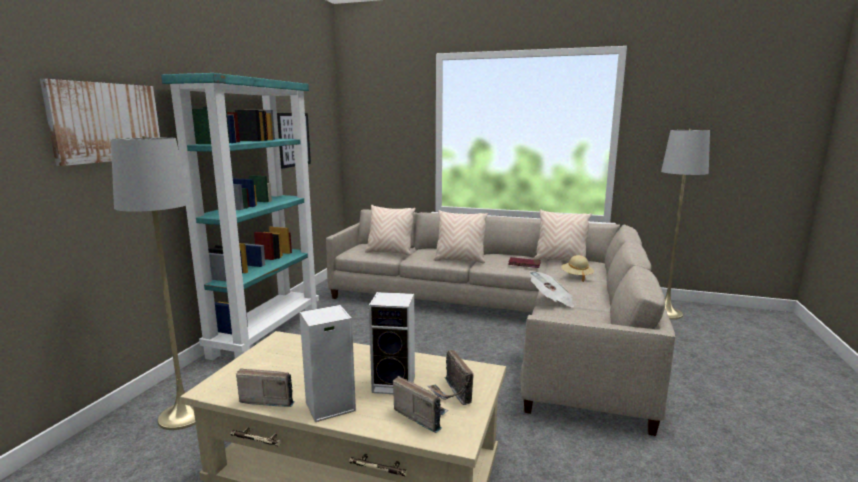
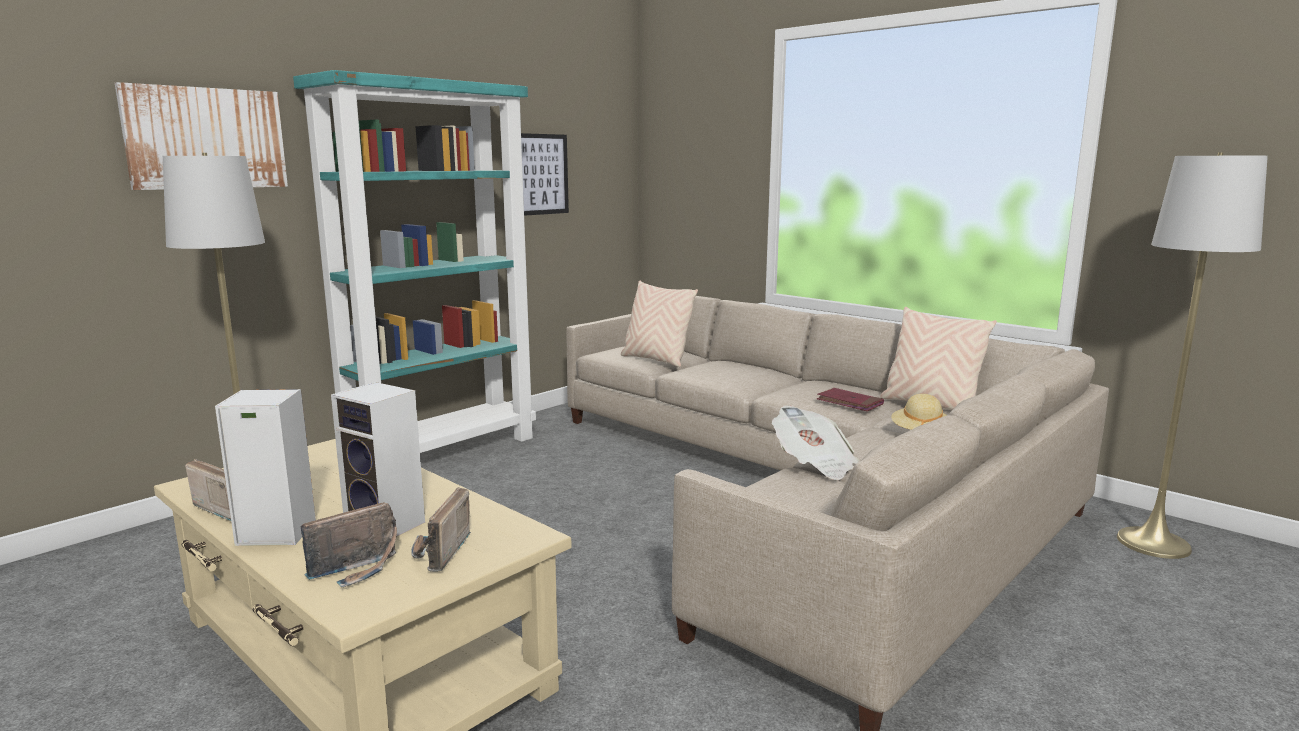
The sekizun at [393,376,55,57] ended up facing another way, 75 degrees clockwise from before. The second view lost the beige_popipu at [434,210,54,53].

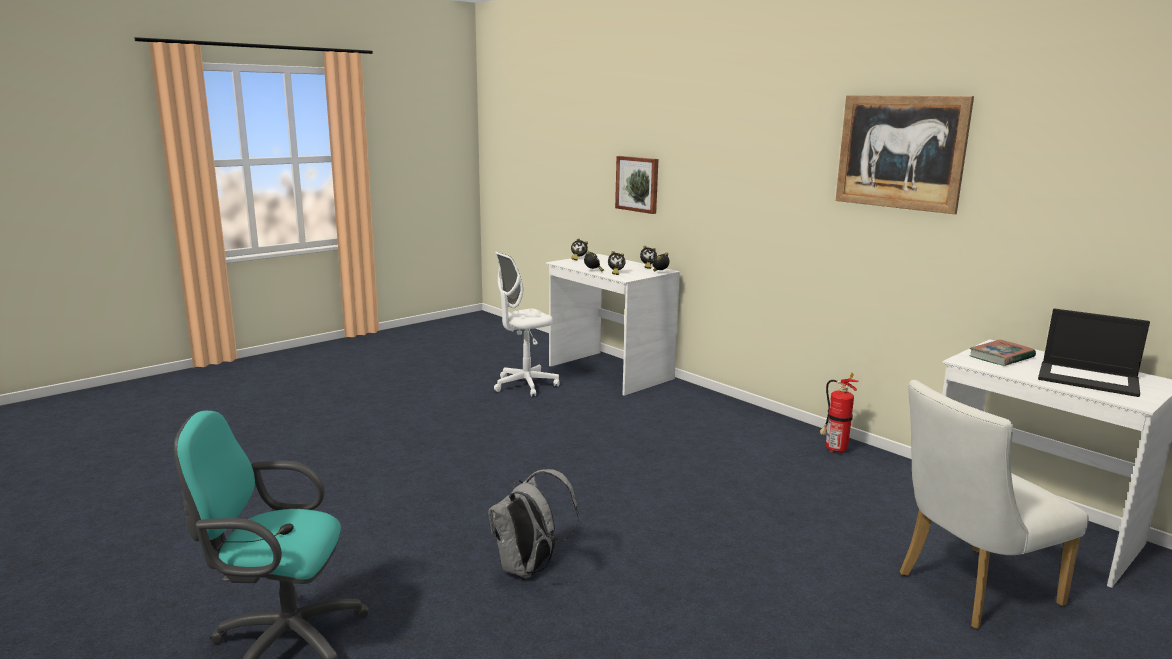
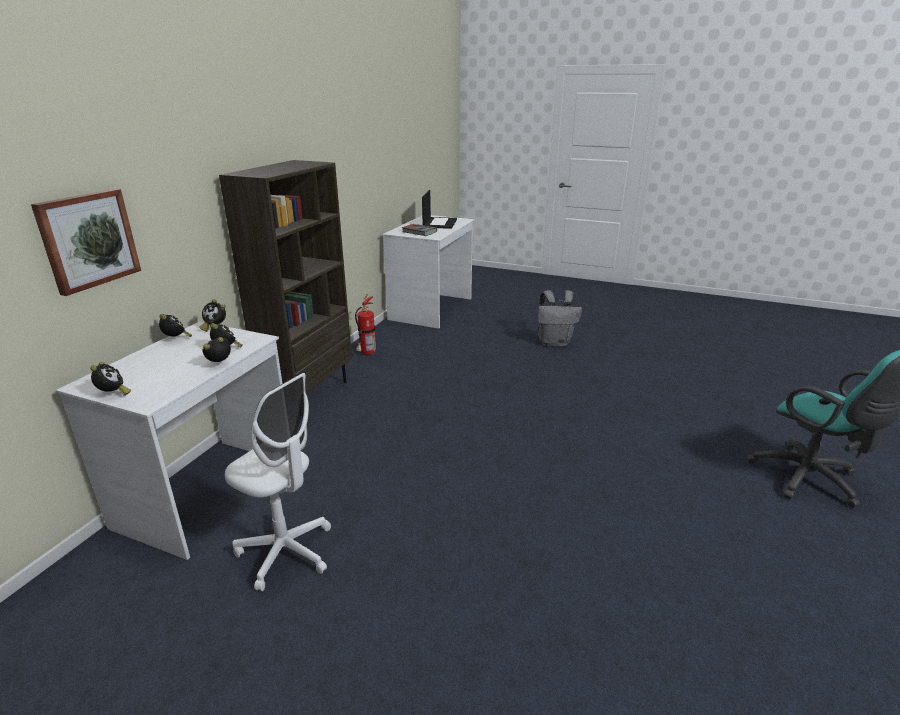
The second view gained the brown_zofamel at [219,160,133,234]. The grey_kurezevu ended up elsewhere, having gone from [488,469,91,109] to [538,290,44,57]. The second view lost the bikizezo at [835,95,139,119]. The second view lost the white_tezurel at [900,380,189,249].

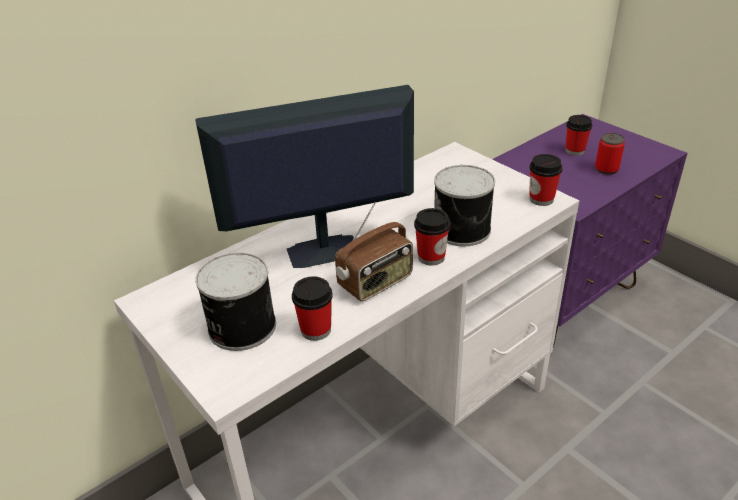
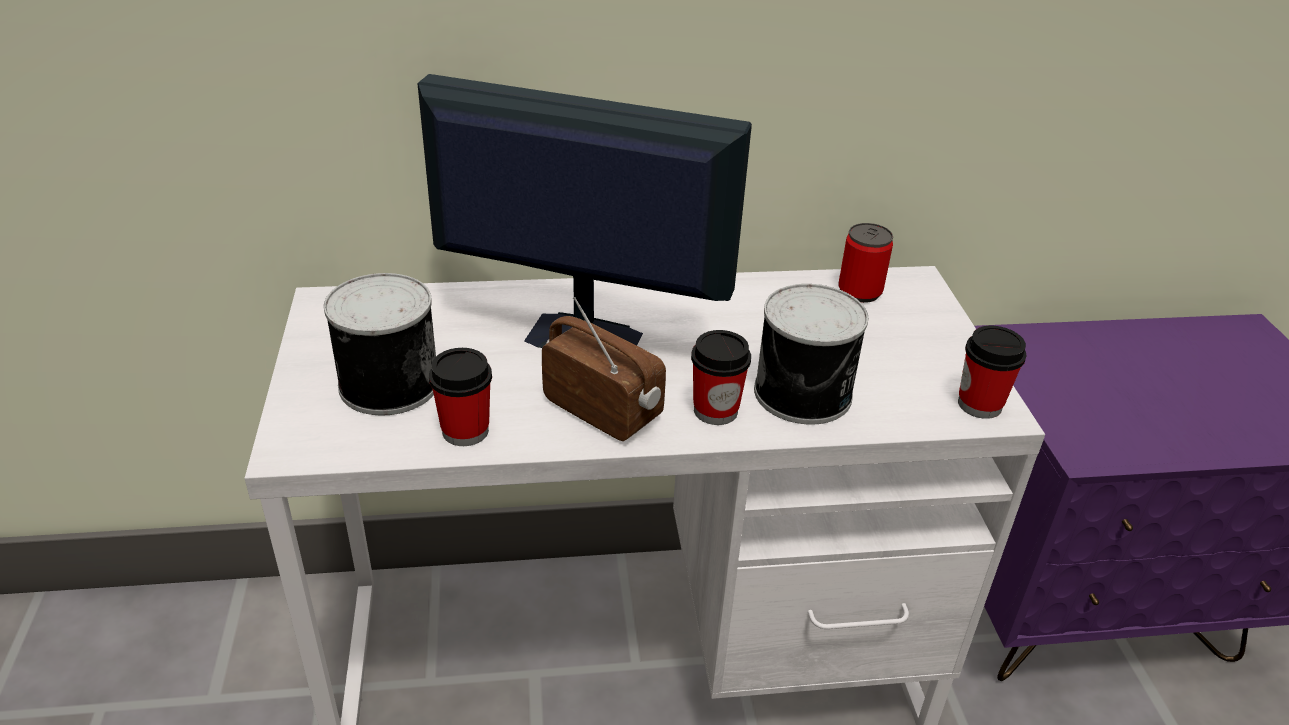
The sekizun at [335,202,78,100] ended up facing another way, 135 degrees counterclockwise from before. The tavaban ended up elsewhere, having gone from [595,133,30,42] to [839,223,54,80]. The second view lost the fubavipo at [565,115,27,41].

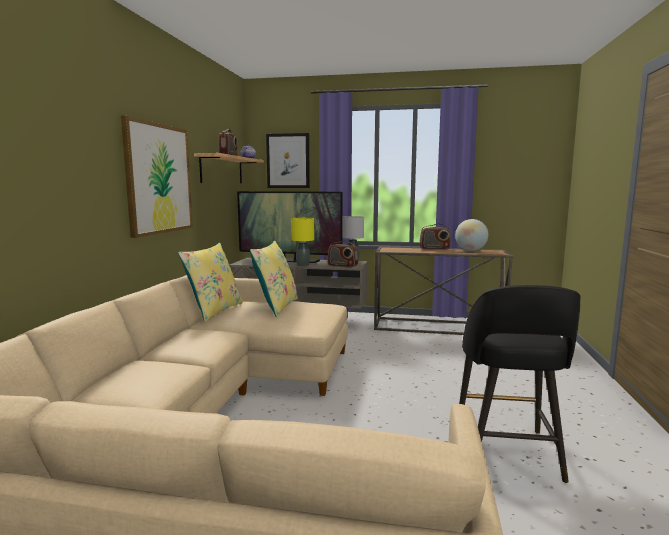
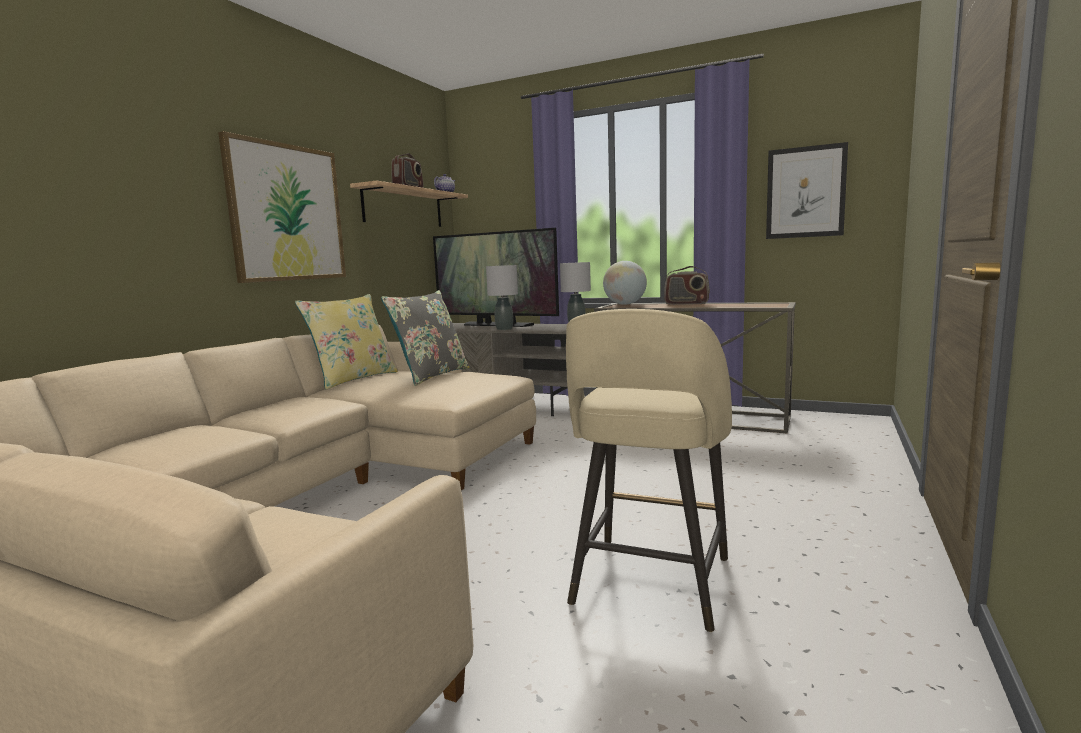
What was the yellow_popipu at [250,241,48,76] turned into the grey_popipu at [381,290,88,96]. What was the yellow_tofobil at [291,218,23,49] turned into the grey_tofobil at [486,265,32,65]. What was the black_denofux at [459,285,122,198] turned into the beige_denofux at [566,309,166,323]. The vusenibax ended up elsewhere, having gone from [455,219,33,32] to [603,261,44,44]. The bikizezo ended up elsewhere, having gone from [266,133,44,55] to [766,142,82,97]. The second view lost the sekizun at [327,240,31,28].

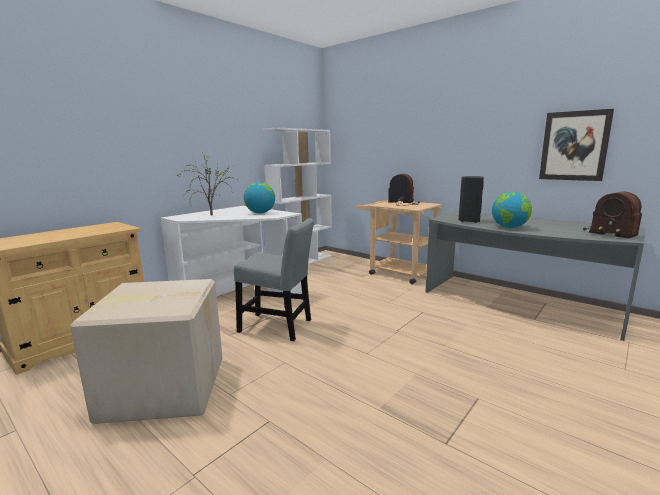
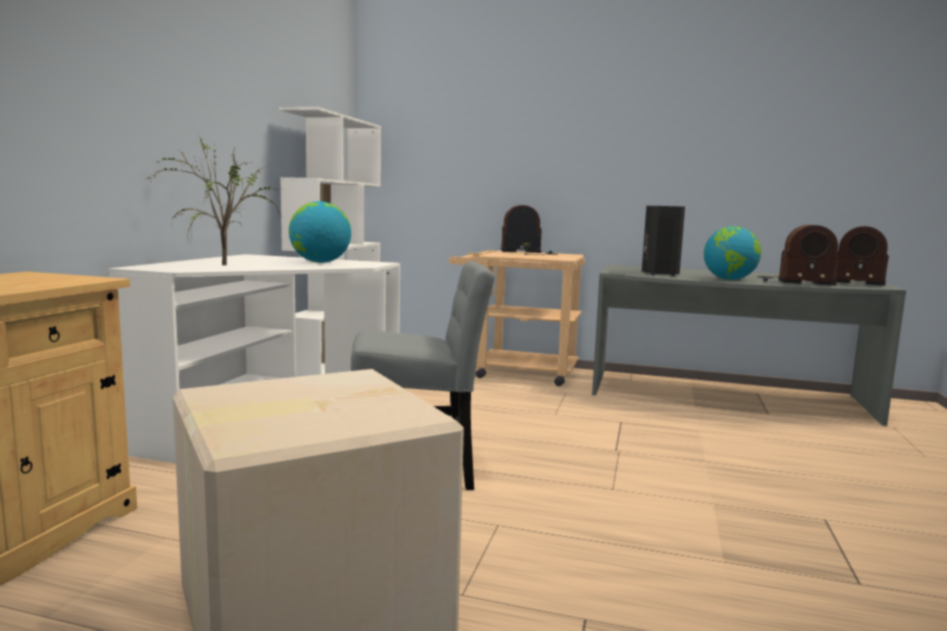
The second view gained the sekizun at [757,225,82,61]. The second view lost the bikizezo at [539,109,75,72].

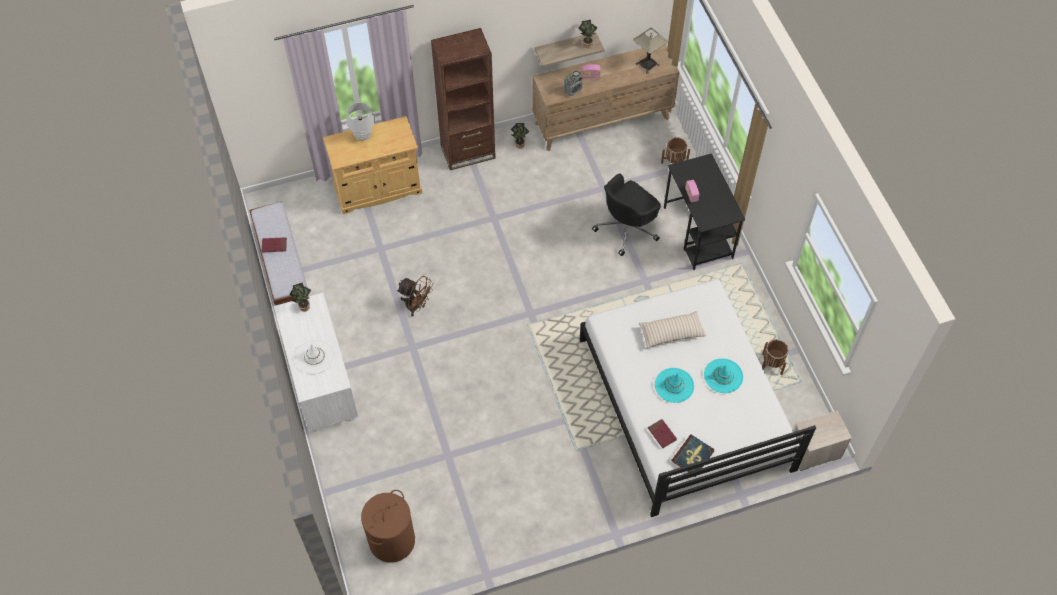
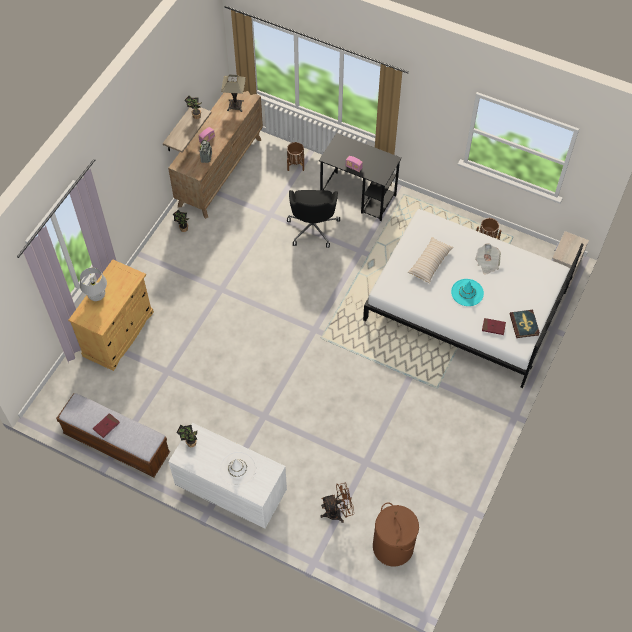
The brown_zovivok ended up elsewhere, having gone from [397,276,37,41] to [320,483,34,40]. Where the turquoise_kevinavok stood at [704,358,39,35], the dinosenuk came to stand at [475,243,26,32]. The second view lost the brown_zofamel at [431,28,65,142].

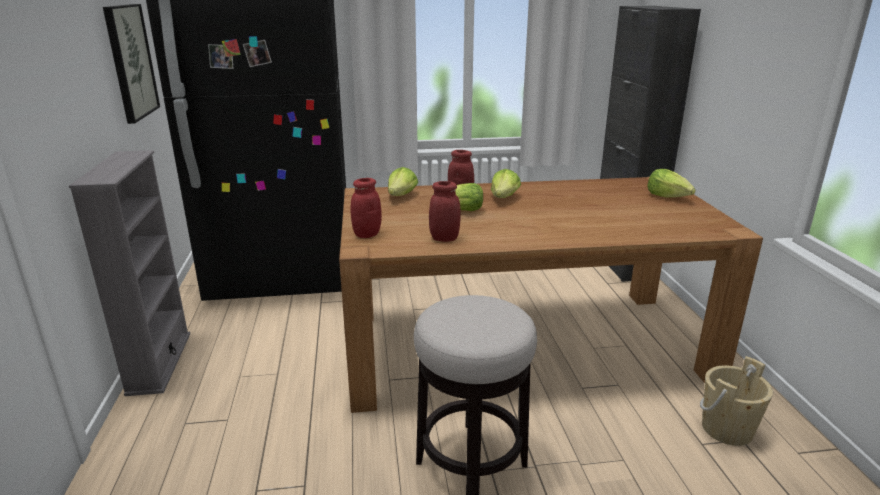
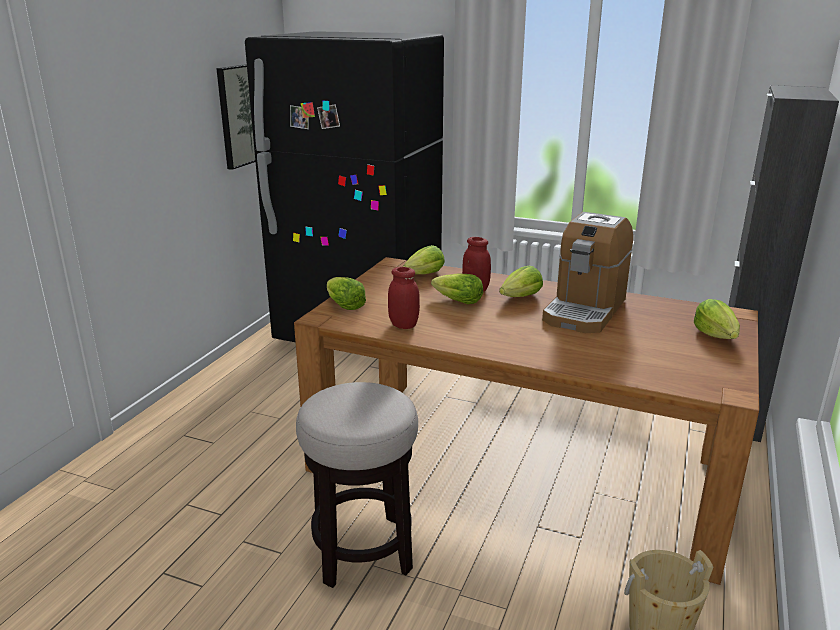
Where the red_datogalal stood at [350,178,32,60], the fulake came to stand at [327,277,39,33]. The second view gained the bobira at [542,212,91,121]. The second view lost the grey_zofamel at [69,150,121,246].

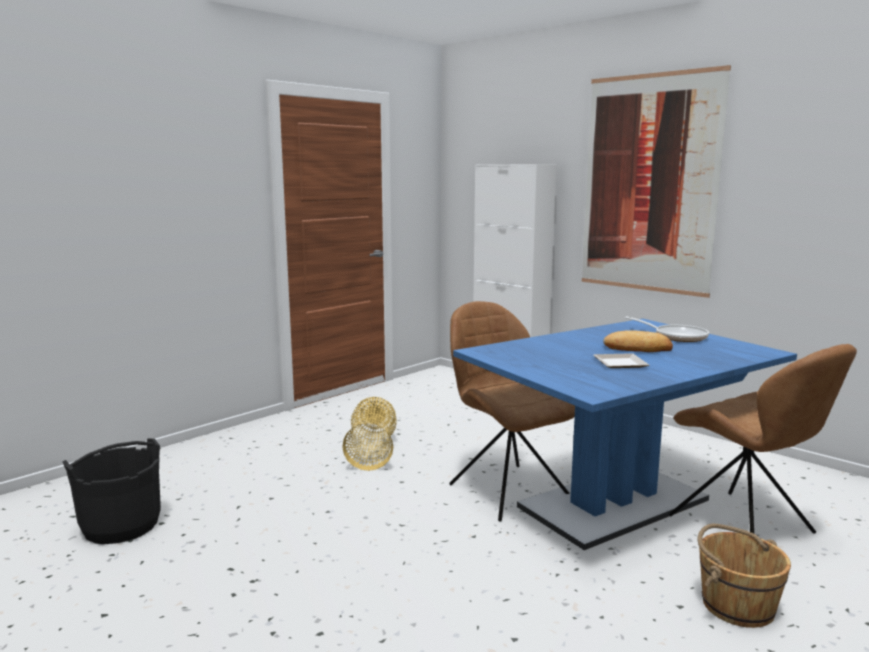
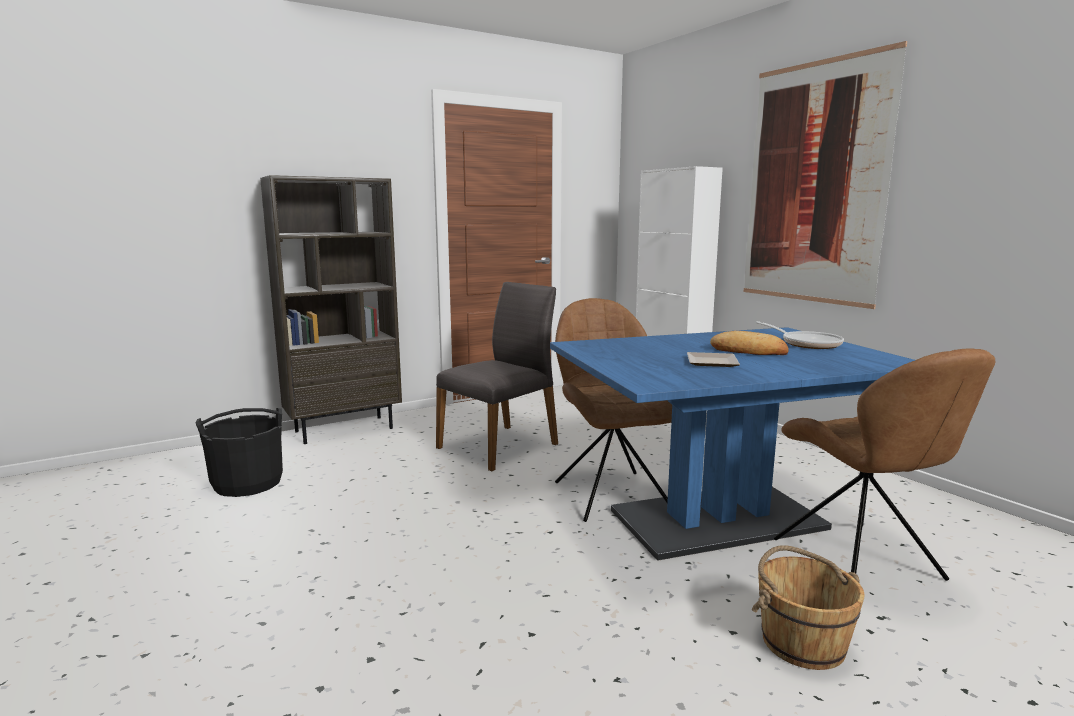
The second view gained the brown_zofamel at [260,175,142,269]. Where the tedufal stood at [342,397,55,74], the grey_tezurel came to stand at [436,282,122,190].

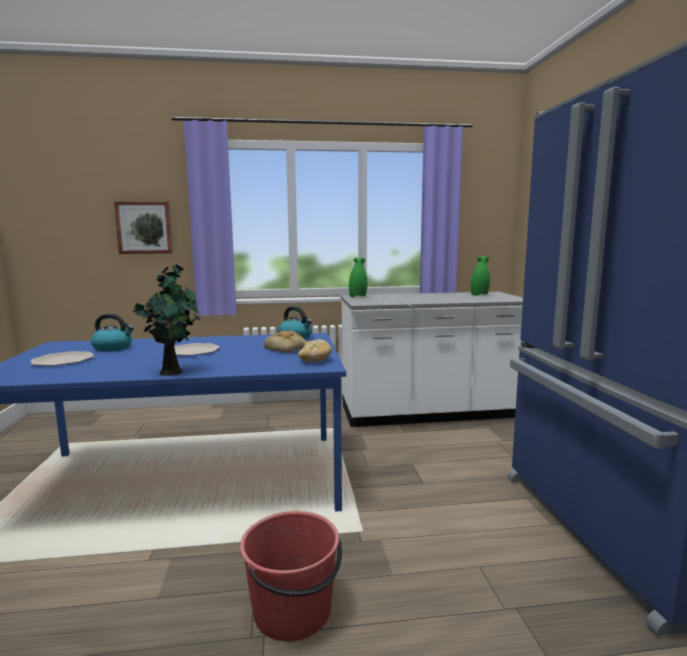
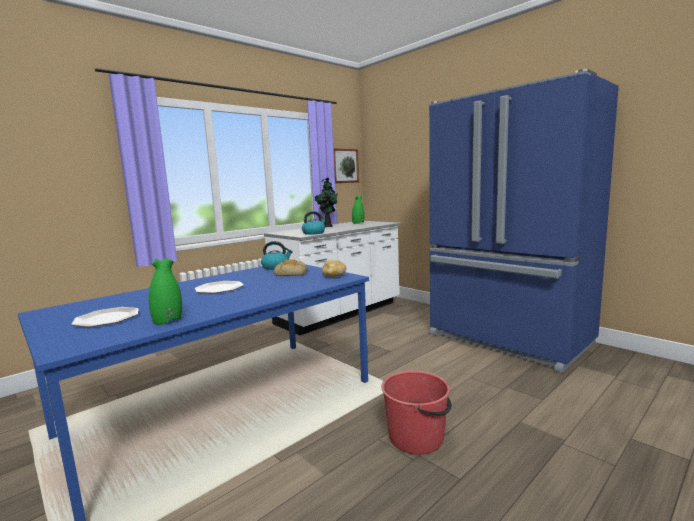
The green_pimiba ended up elsewhere, having gone from [349,257,18,40] to [149,258,33,67]. The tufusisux ended up elsewhere, having gone from [91,313,43,38] to [302,211,24,24]. The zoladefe ended up elsewhere, having gone from [132,264,70,112] to [314,178,24,49]. The bikizezo ended up elsewhere, having gone from [114,202,59,52] to [334,148,25,35].

